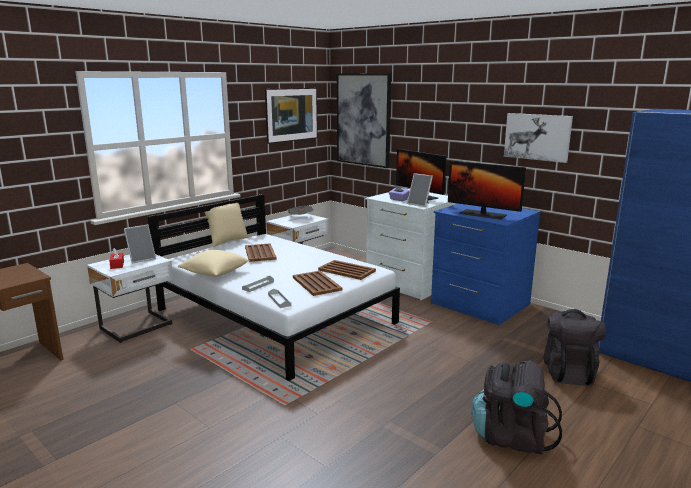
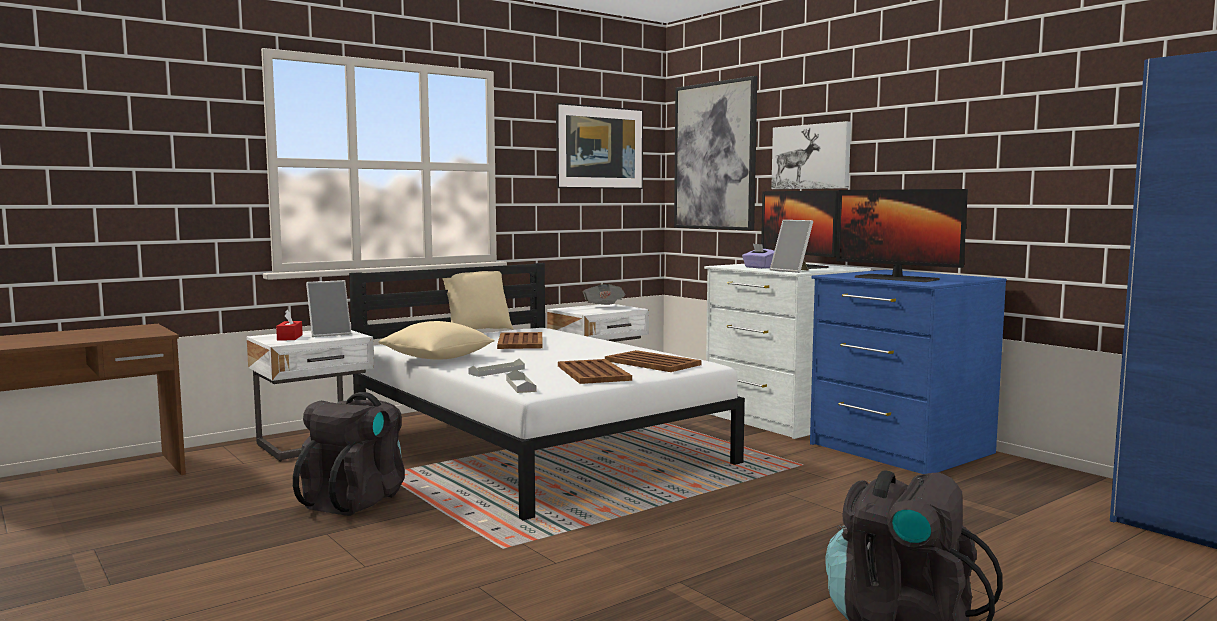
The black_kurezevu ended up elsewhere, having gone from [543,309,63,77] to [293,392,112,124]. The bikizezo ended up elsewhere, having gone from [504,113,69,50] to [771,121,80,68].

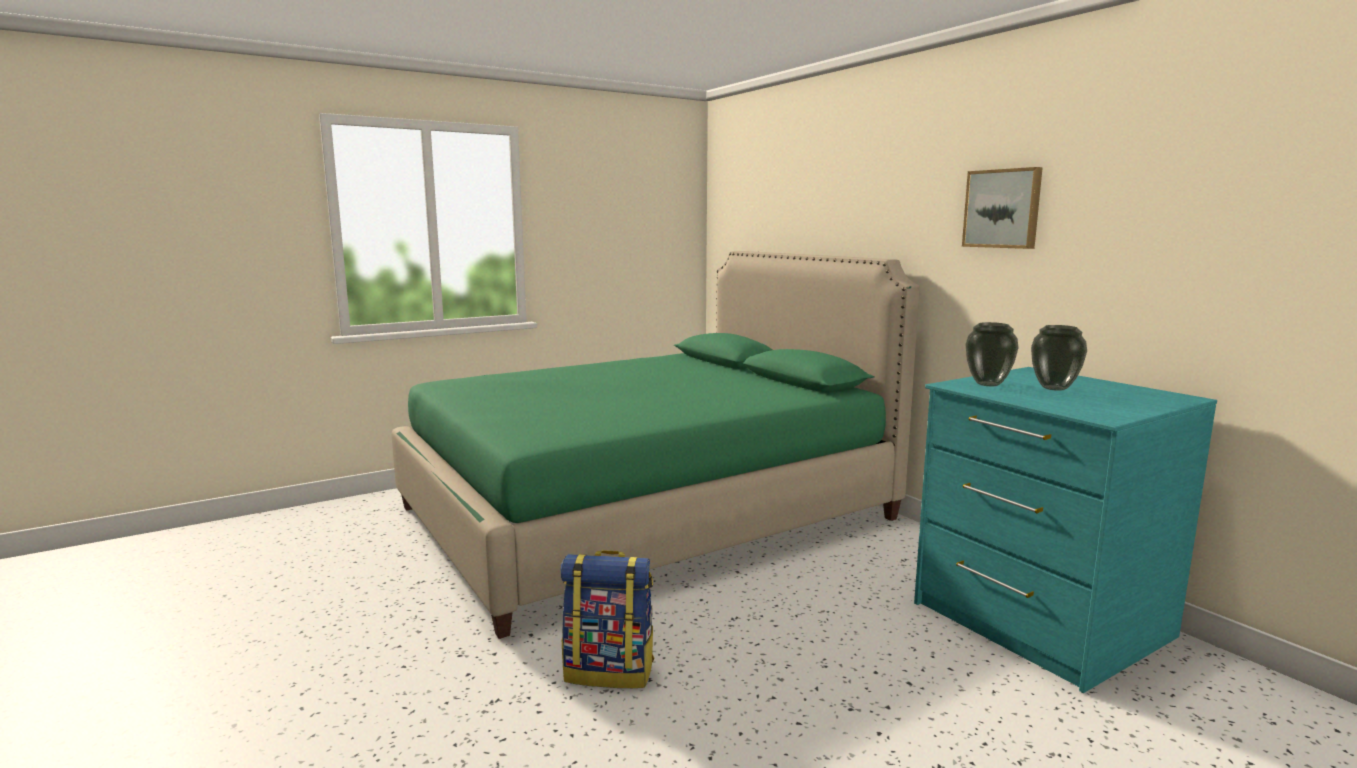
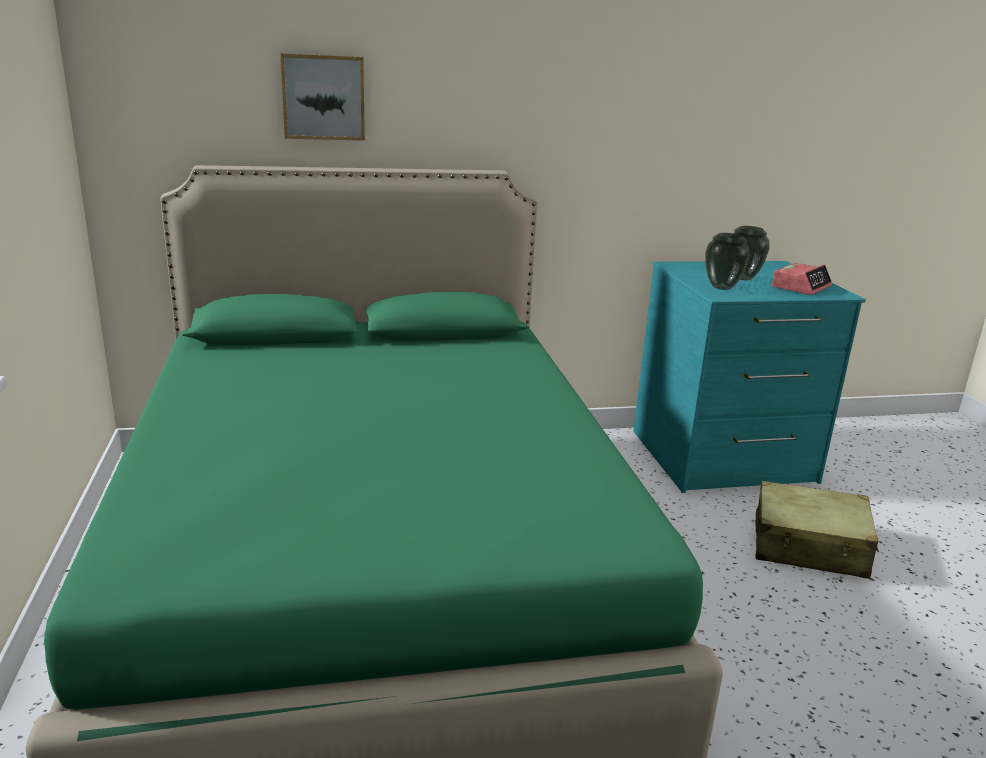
The bikizezo ended up elsewhere, having gone from [962,167,81,82] to [281,53,84,88]. The second view gained the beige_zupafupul at [755,481,124,98]. The second view gained the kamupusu at [772,263,60,32]. The second view lost the kurezevu at [560,550,95,138].

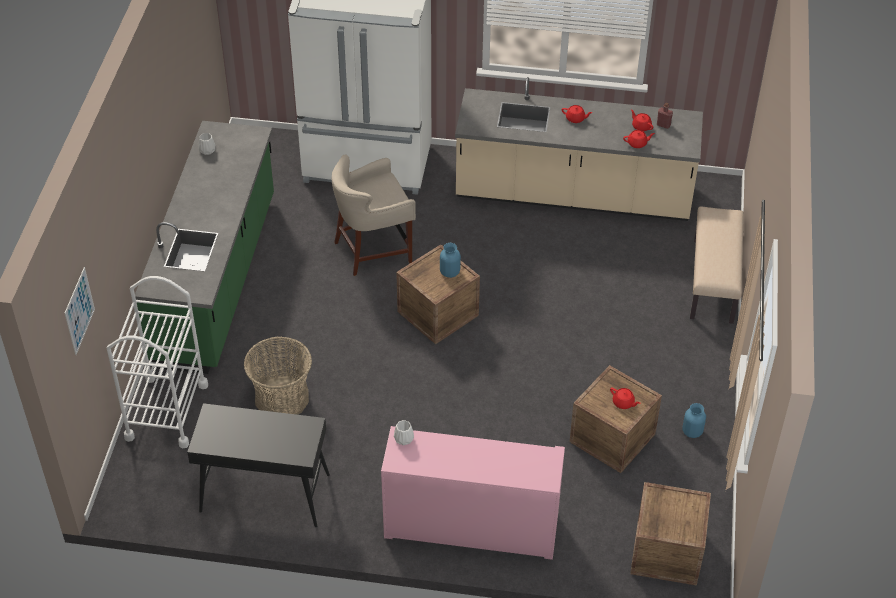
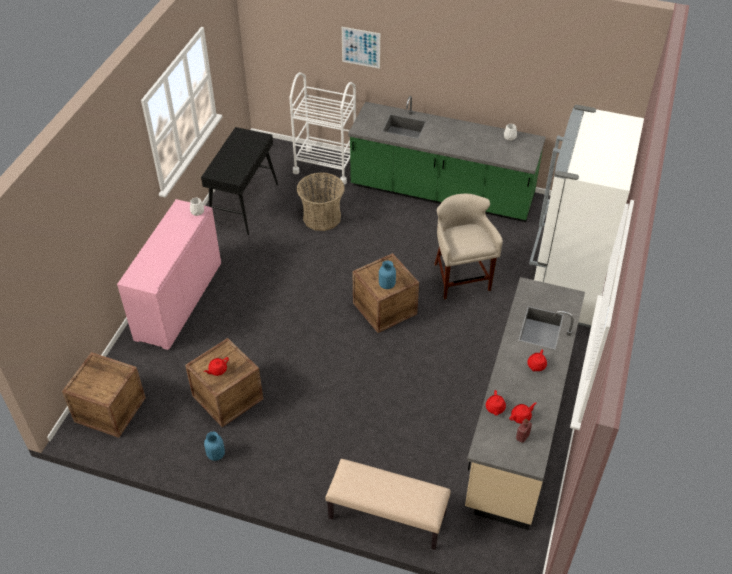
The bikizezo ended up elsewhere, having gone from [65,267,30,88] to [342,27,38,42].

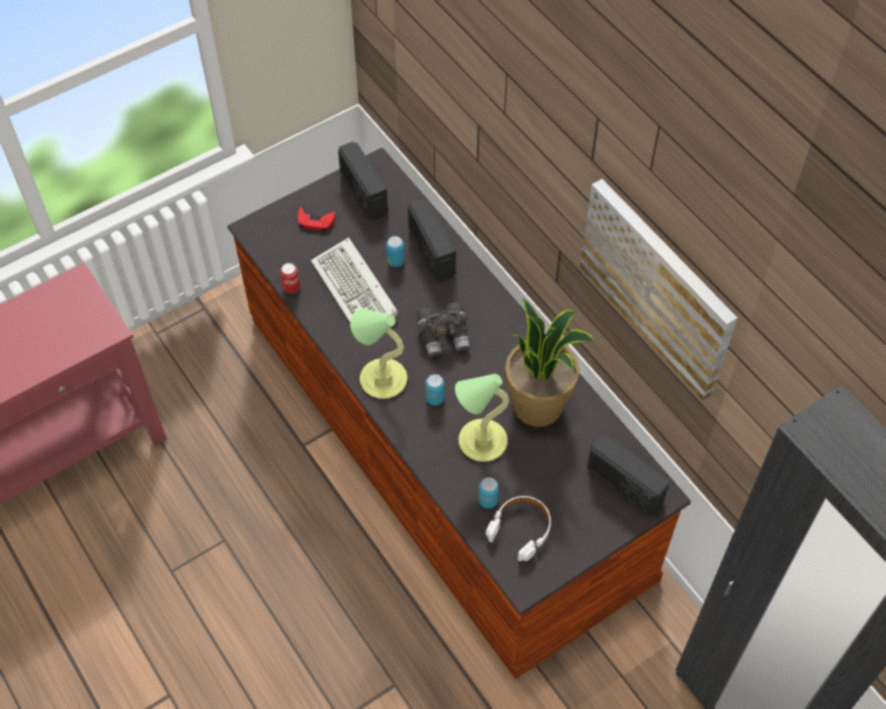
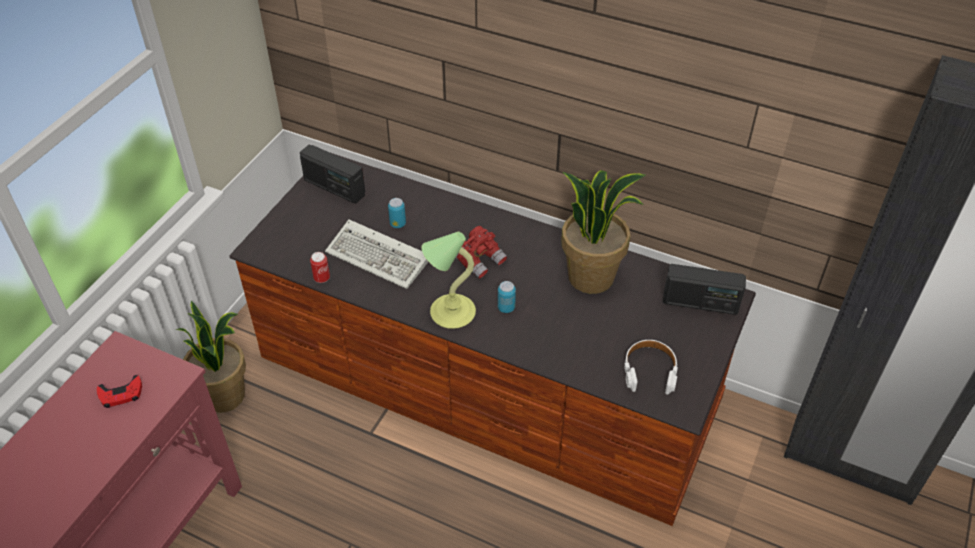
The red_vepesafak ended up elsewhere, having gone from [298,206,37,25] to [97,375,45,33]. The second view gained the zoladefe at [176,301,70,112]. What was the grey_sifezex at [417,302,53,54] turned into the red_sifezex at [456,226,51,53]. The second view lost the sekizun at [408,198,48,83]. The second view lost the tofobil at [455,374,54,88]. The second view lost the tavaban at [478,477,21,31]. The second view lost the bikizezo at [580,179,157,222].

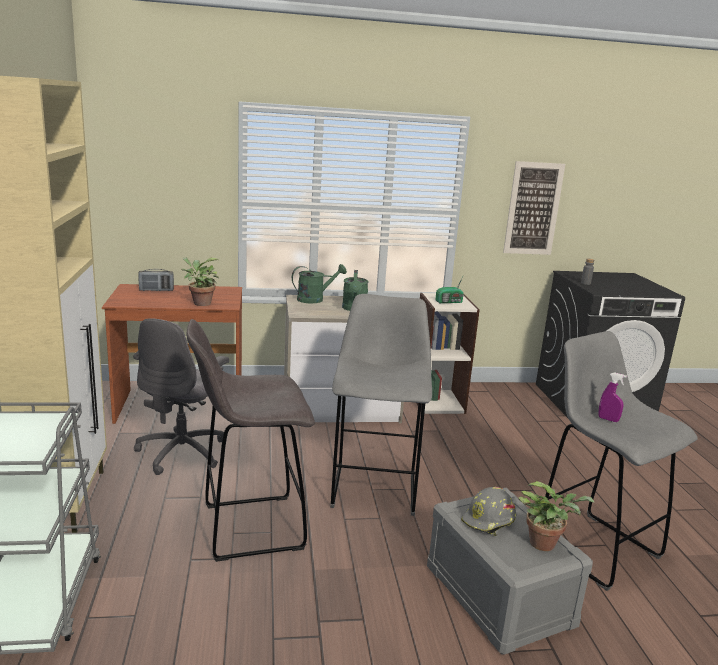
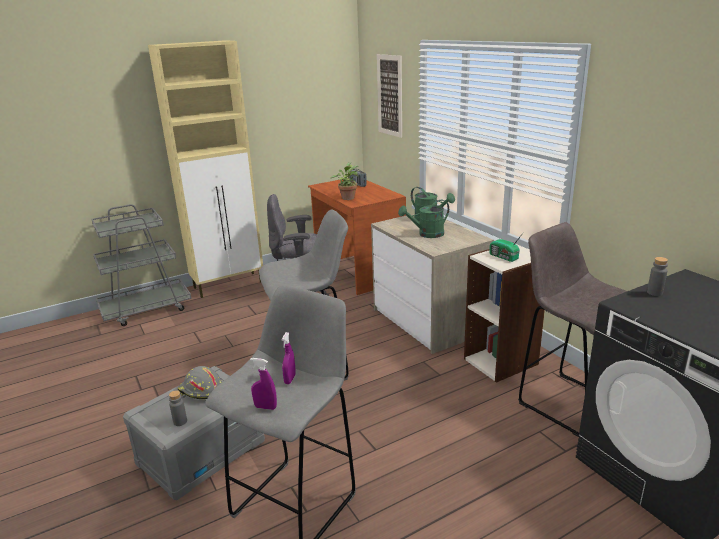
Where the zoladefe stood at [518,481,77,70], the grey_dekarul came to stand at [169,390,18,36]. The second view gained the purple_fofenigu at [250,358,27,52]. The bikizezo ended up elsewhere, having gone from [503,161,62,94] to [377,54,25,84]. The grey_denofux ended up elsewhere, having gone from [187,319,128,243] to [518,222,109,215].

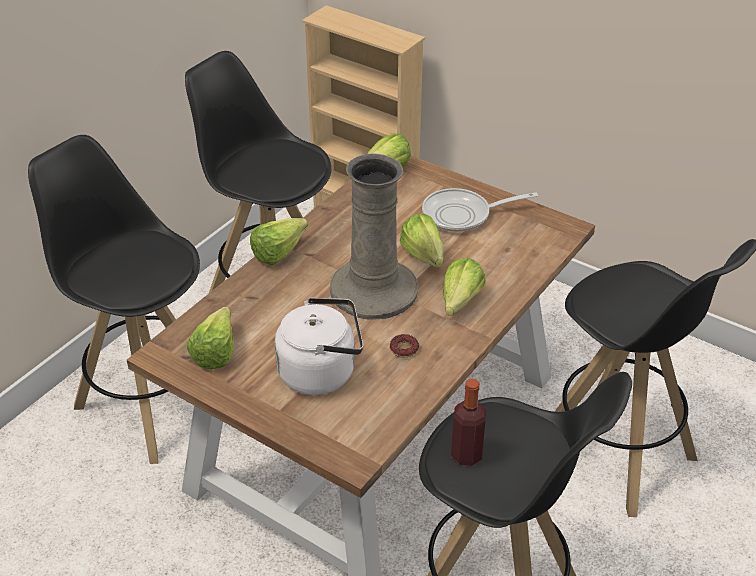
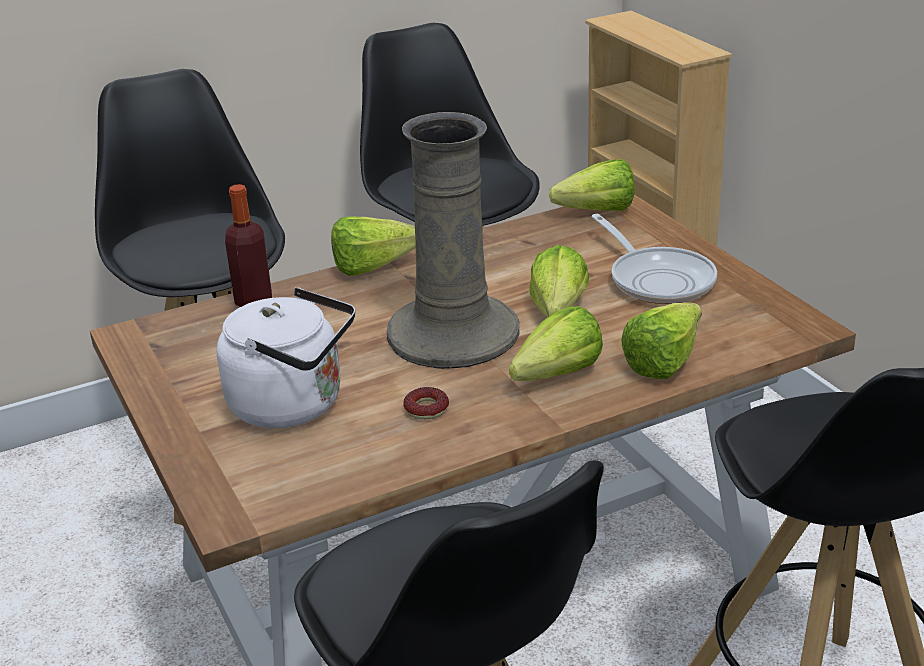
The dekarul ended up elsewhere, having gone from [451,378,35,88] to [225,184,47,123]. The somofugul at [422,188,116,44] ended up facing another way, 135 degrees counterclockwise from before. The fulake ended up elsewhere, having gone from [187,307,47,62] to [621,303,81,76].

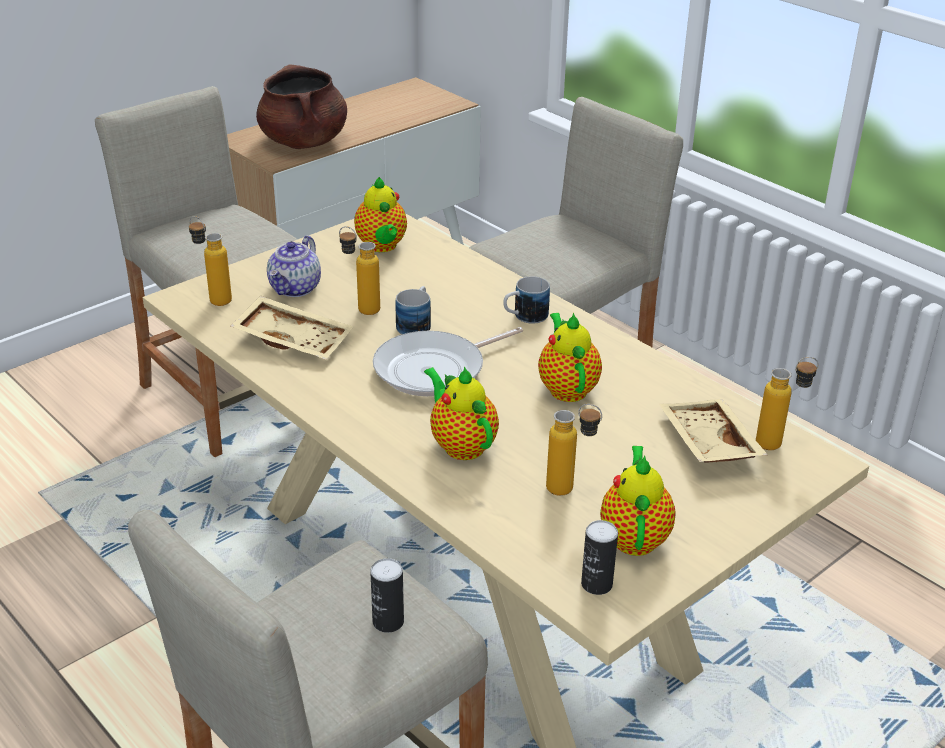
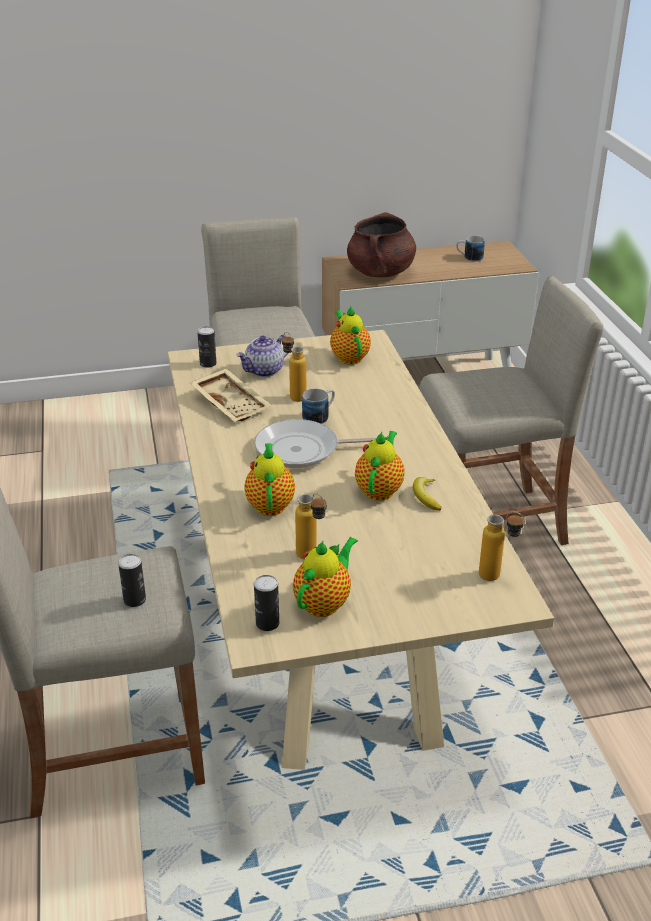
Where the dekarul stood at [189,216,43,90], the tavaban came to stand at [197,326,19,42]. The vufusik at [354,177,53,75] ended up facing another way, 150 degrees clockwise from before. The second view gained the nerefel at [413,477,29,34]. The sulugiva ended up elsewhere, having gone from [503,276,47,48] to [456,236,29,25]. The second view lost the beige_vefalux at [659,399,109,64].

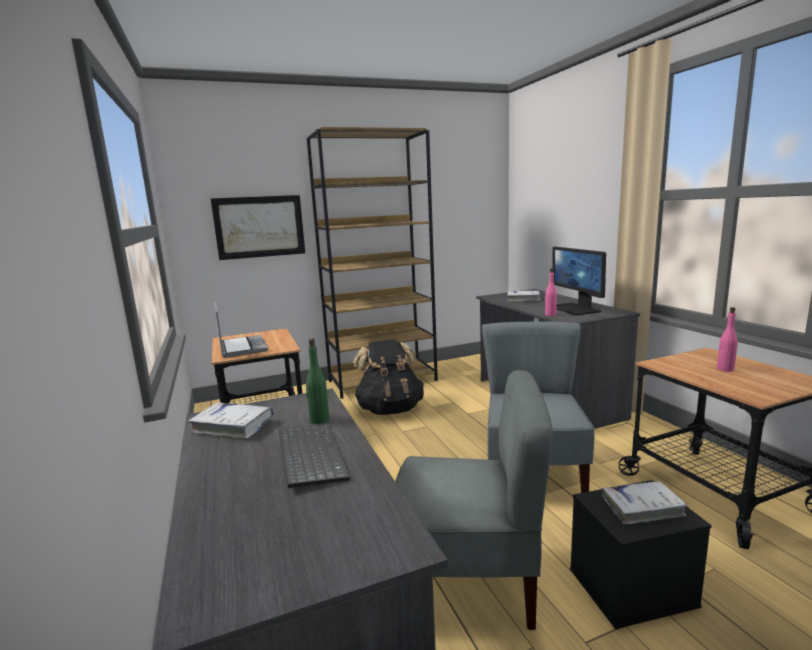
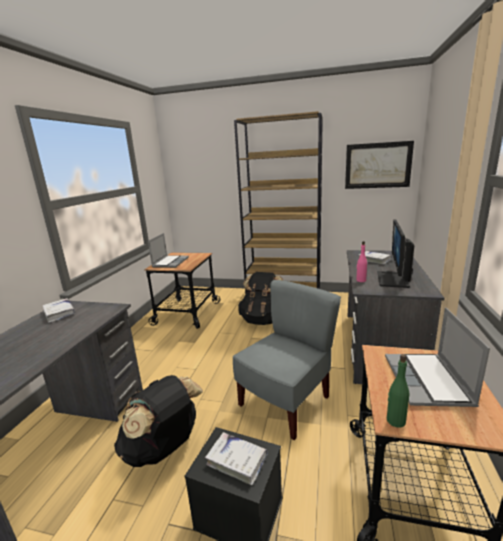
Where the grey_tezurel stood at [395,370,158,260], the black_kurezevu came to stand at [114,375,89,92]. The bikizezo ended up elsewhere, having gone from [211,195,94,65] to [345,141,69,48]. Where the pink_dekarul stood at [717,307,21,65], the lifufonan came to stand at [385,307,105,100]. The green_dekarul ended up elsewhere, having gone from [306,339,23,85] to [387,354,22,74]. The second view lost the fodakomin at [279,425,71,63].

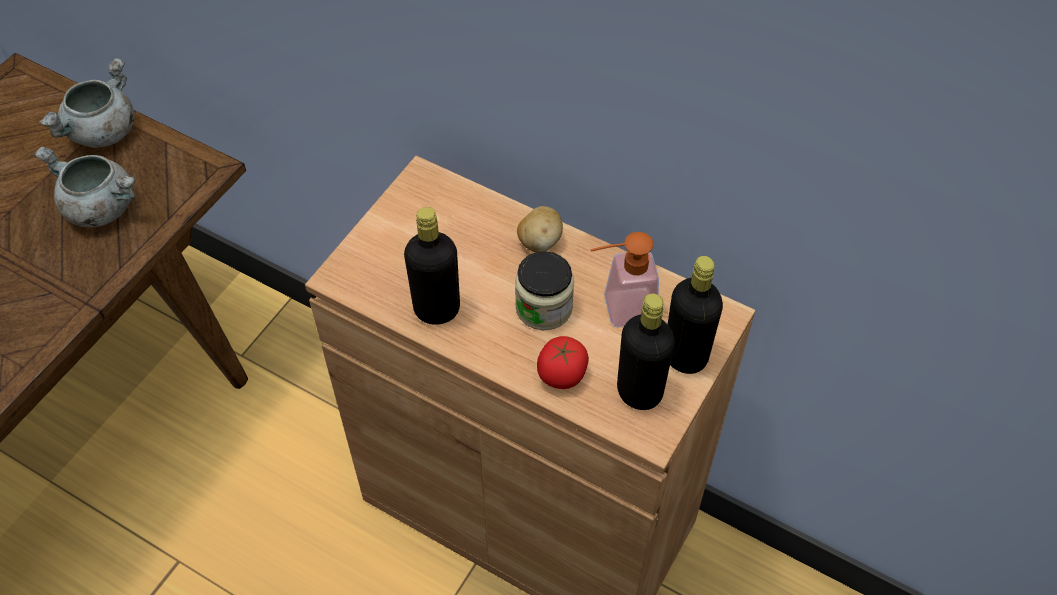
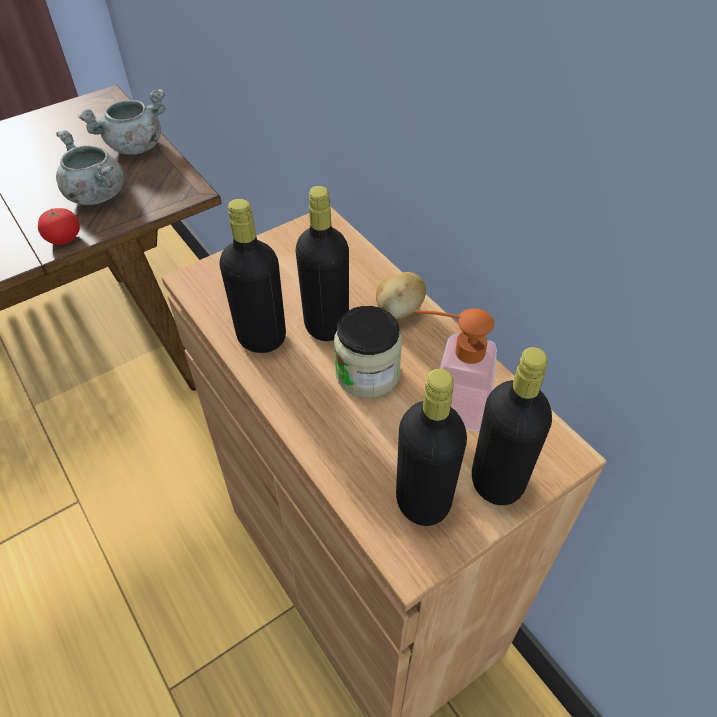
The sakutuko ended up elsewhere, having gone from [537,336,52,53] to [38,208,42,37]. The second view gained the black_dekarul at [296,186,53,155].

